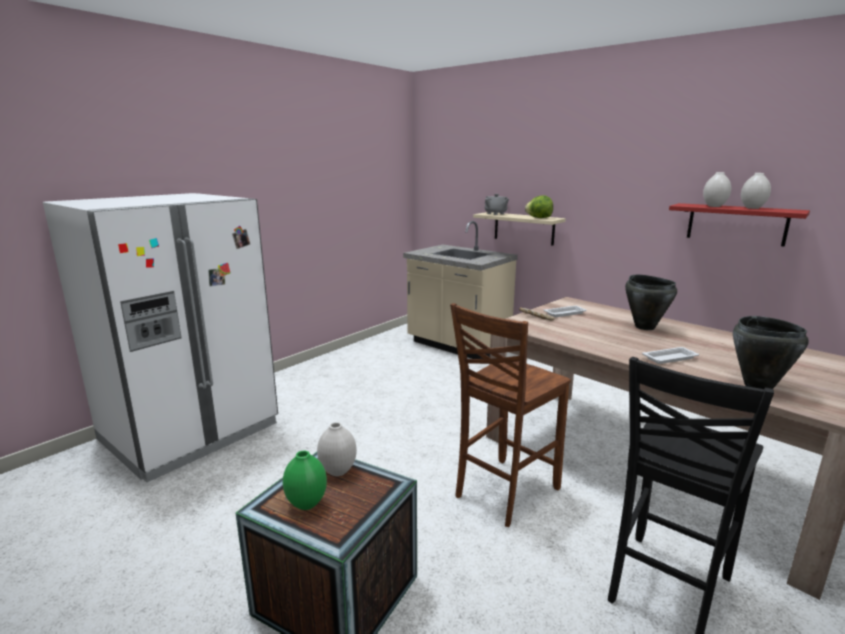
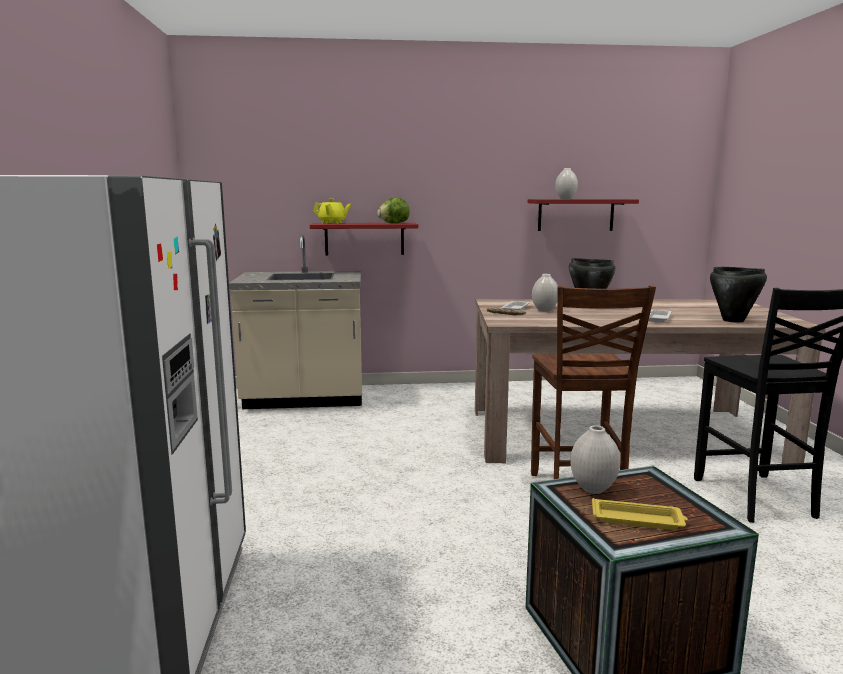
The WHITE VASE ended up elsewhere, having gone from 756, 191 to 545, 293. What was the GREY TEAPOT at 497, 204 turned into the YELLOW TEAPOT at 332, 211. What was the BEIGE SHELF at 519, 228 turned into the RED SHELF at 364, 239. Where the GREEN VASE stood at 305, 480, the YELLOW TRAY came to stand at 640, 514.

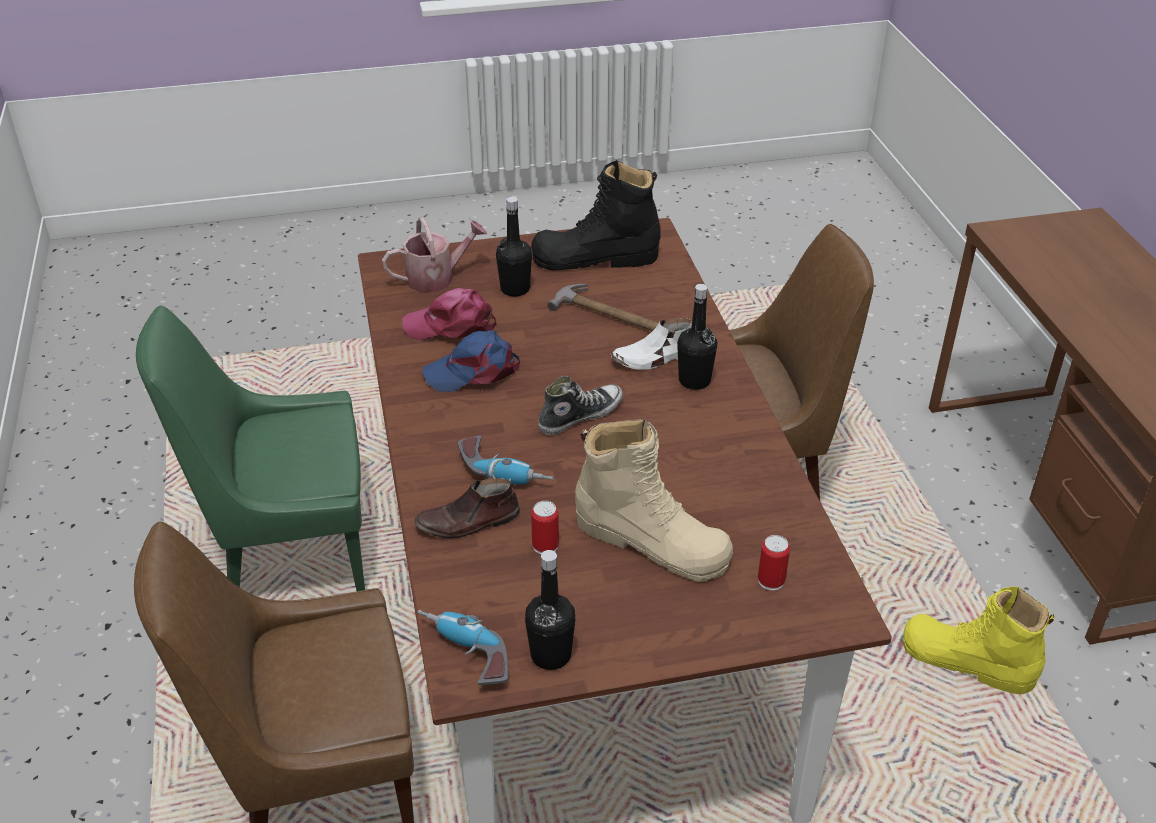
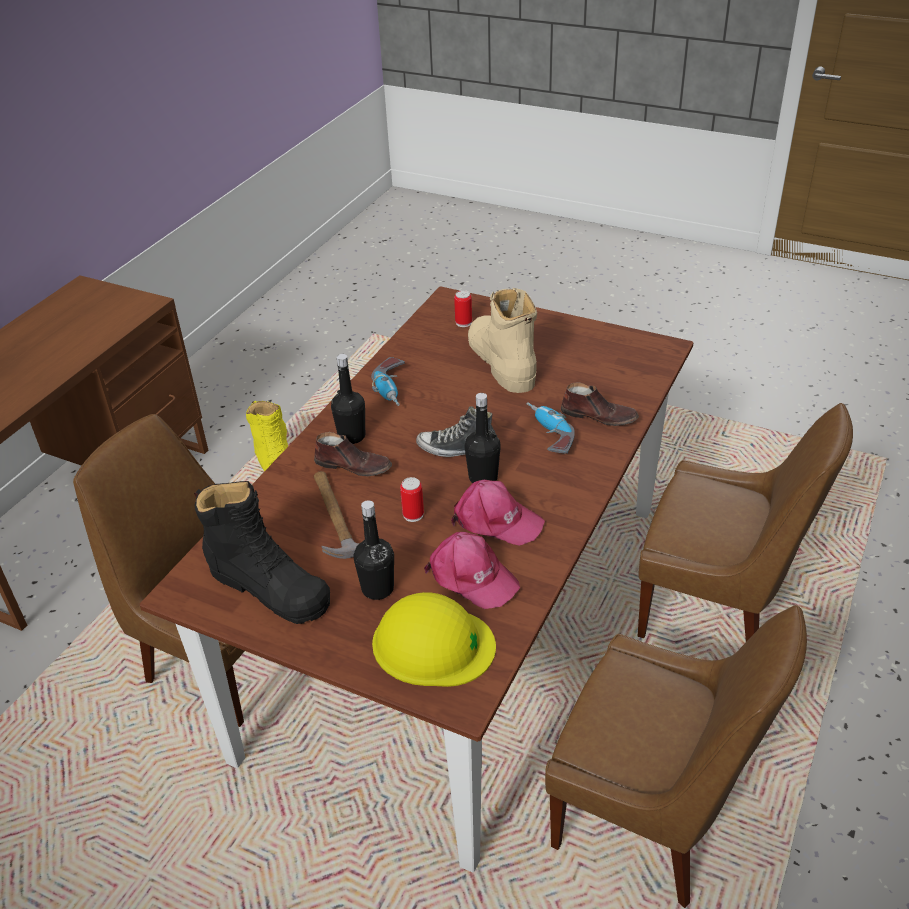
Where the WATERING CAN stood at 434, 255, the YELLOW HARD HAT came to stand at 434, 639. What was the GREEN CHAIR at 250, 448 turned into the BROWN CHAIR at 676, 756. What was the WHITE SHOE at 651, 344 turned into the BROWN SHOE at 353, 454. What was the BLUE CAP at 471, 361 turned into the PINK CAP at 498, 513. The CAN ended up elsewhere, having gone from 545, 527 to 412, 499. The BLACK BOTTLE ended up elsewhere, having gone from 550, 610 to 483, 438. The POWER DRILL ended up elsewhere, having gone from 462, 647 to 388, 381.

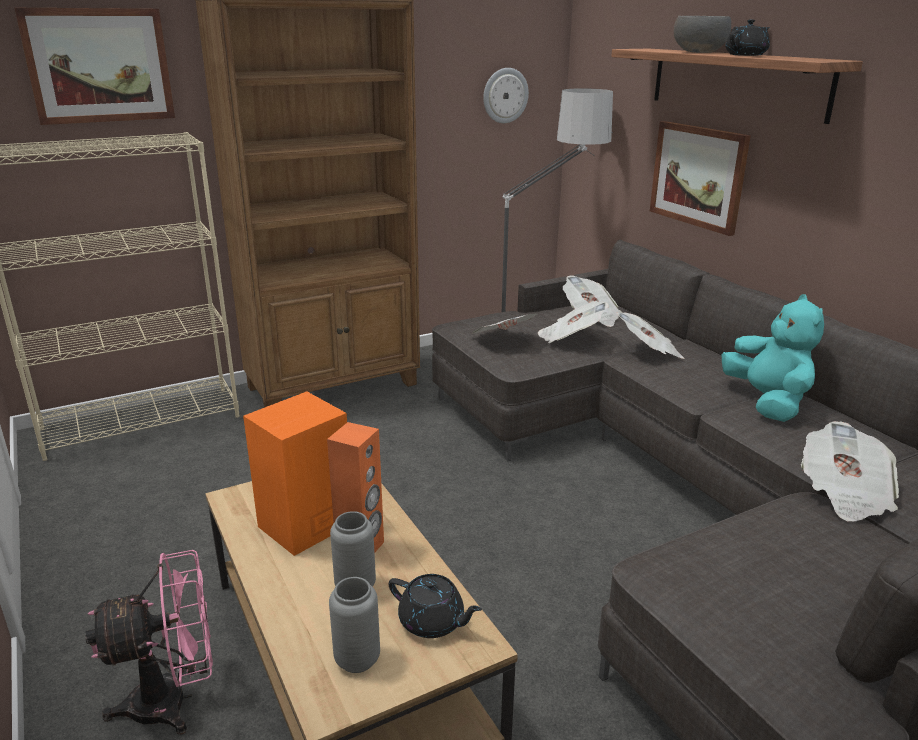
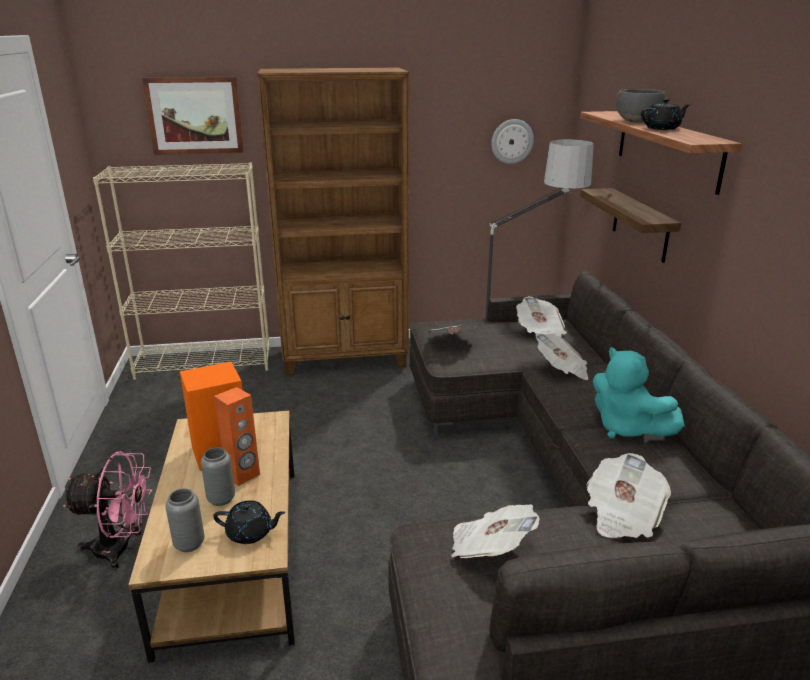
Where the PICTURE hung at 700, 178, the SHELF came to hang at 630, 225. The TURQUOISE PLUSH TOY at 773, 358 ended up facing another way, 135 degrees clockwise from before. The NEWSPAPER ended up elsewhere, having gone from 573, 322 to 495, 531. The BLACK TEAPOT at 435, 606 ended up facing another way, 45 degrees counterclockwise from before.

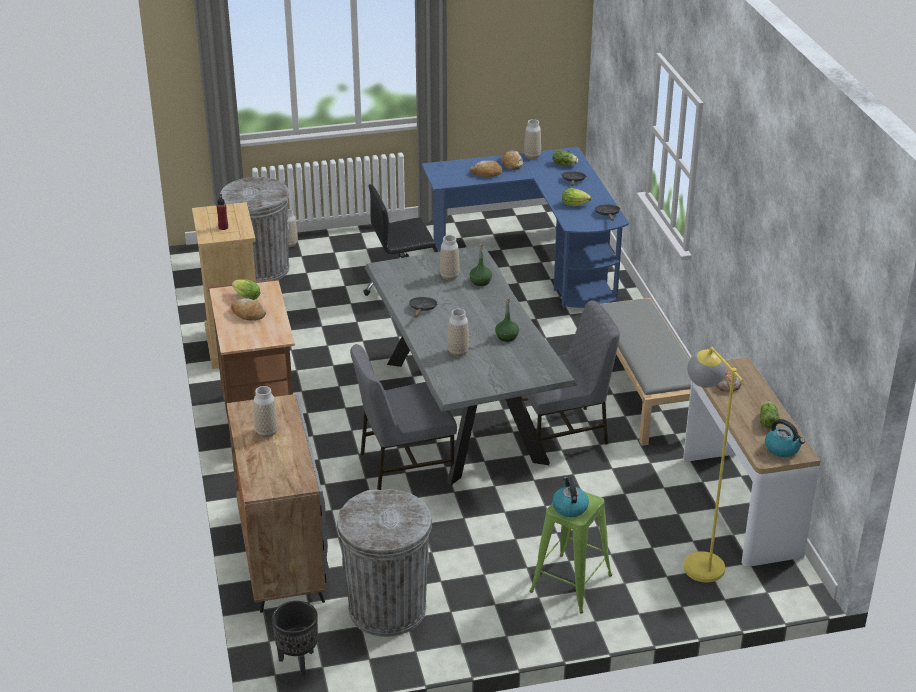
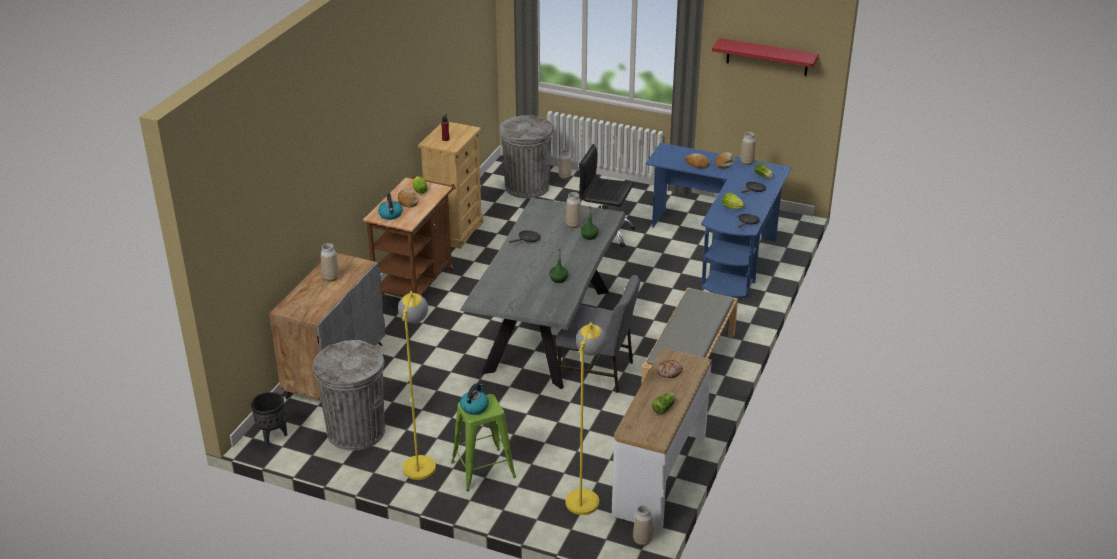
The VASE ended up elsewhere, having gone from 458, 332 to 643, 525. The second view lost the GREY CHAIR at 403, 417. The KETTLE ended up elsewhere, having gone from 785, 438 to 390, 206. The second view gained the RED SHELF at 765, 57. The second view gained the YELLOW FLOOR LAMP at 417, 385.

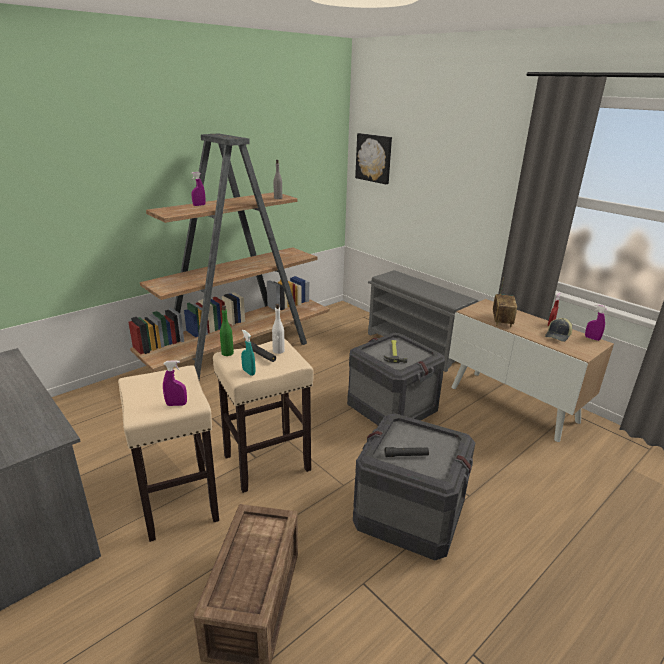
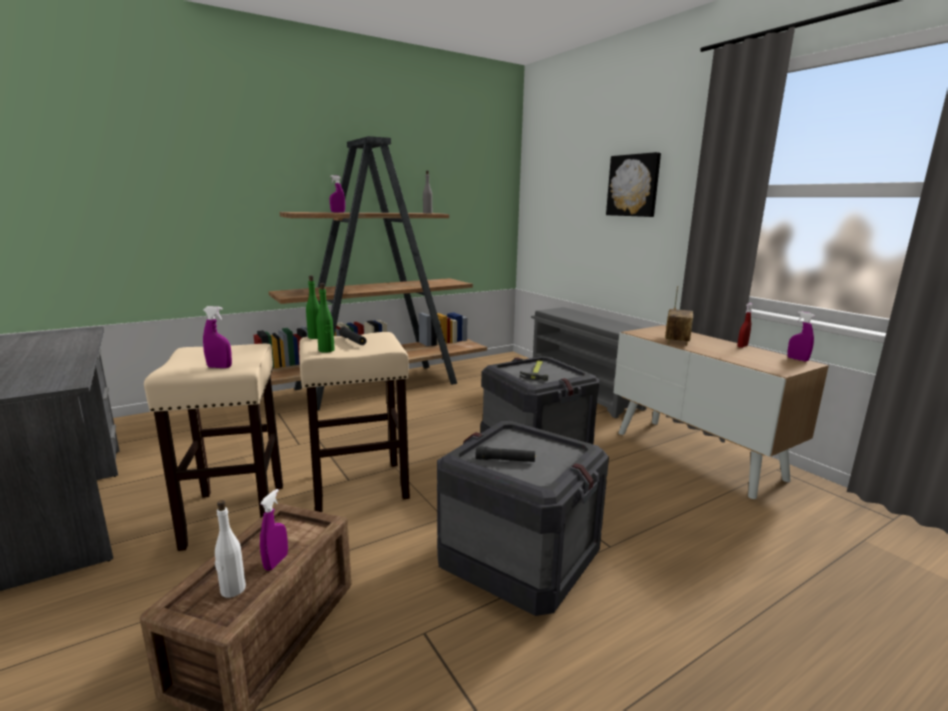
The PICTURE ended up elsewhere, having gone from 373, 158 to 633, 184. The WHITE BOTTLE ended up elsewhere, having gone from 278, 329 to 230, 549. The second view lost the CAP at 558, 330. Where the TURQUOISE SPRAY BOTTLE stood at 248, 353, the GREEN BOTTLE came to stand at 325, 318. The second view gained the PURPLE SPRAY BOTTLE at 274, 530.

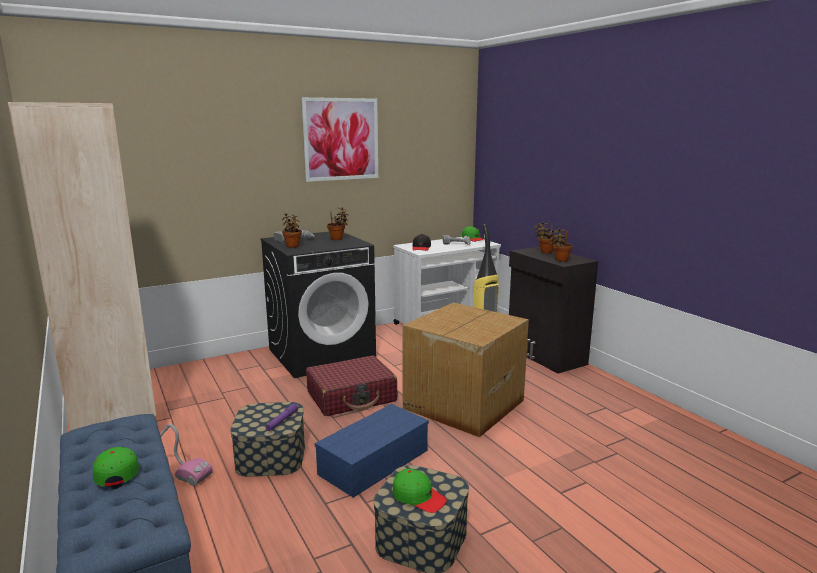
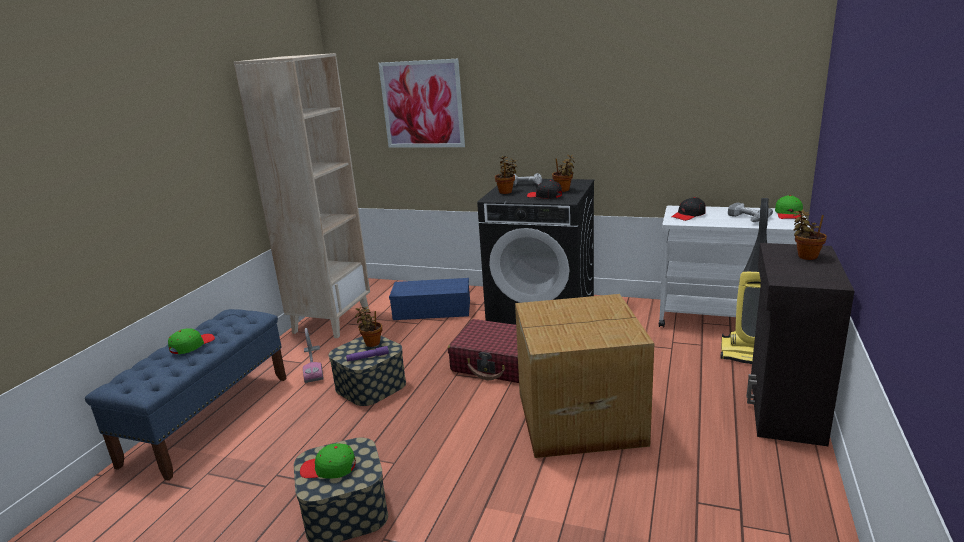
The PICTURE ended up elsewhere, having gone from 339, 139 to 421, 103. The POTTED PLANT ended up elsewhere, having gone from 560, 245 to 368, 326. The BLUE STORAGE BOX ended up elsewhere, having gone from 372, 451 to 429, 299. The GREEN CAP at 420, 491 ended up facing another way, 105 degrees clockwise from before. The second view gained the BLACK CAP at 544, 189.

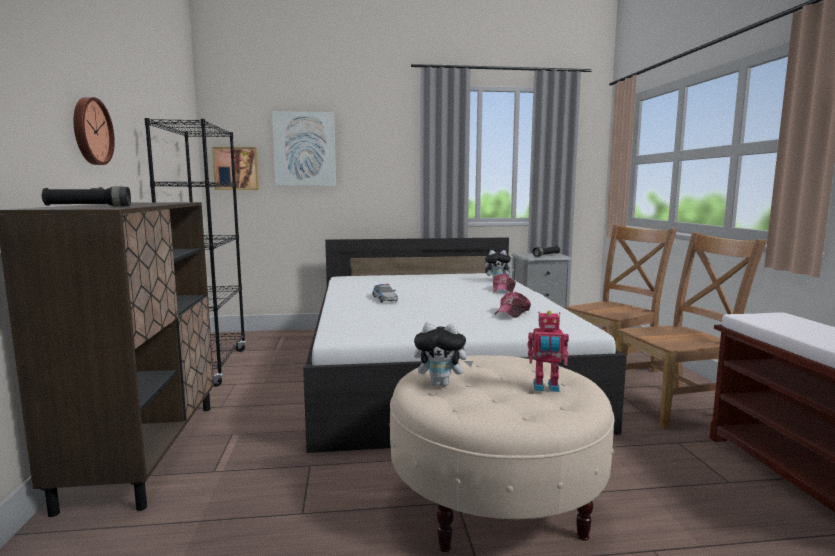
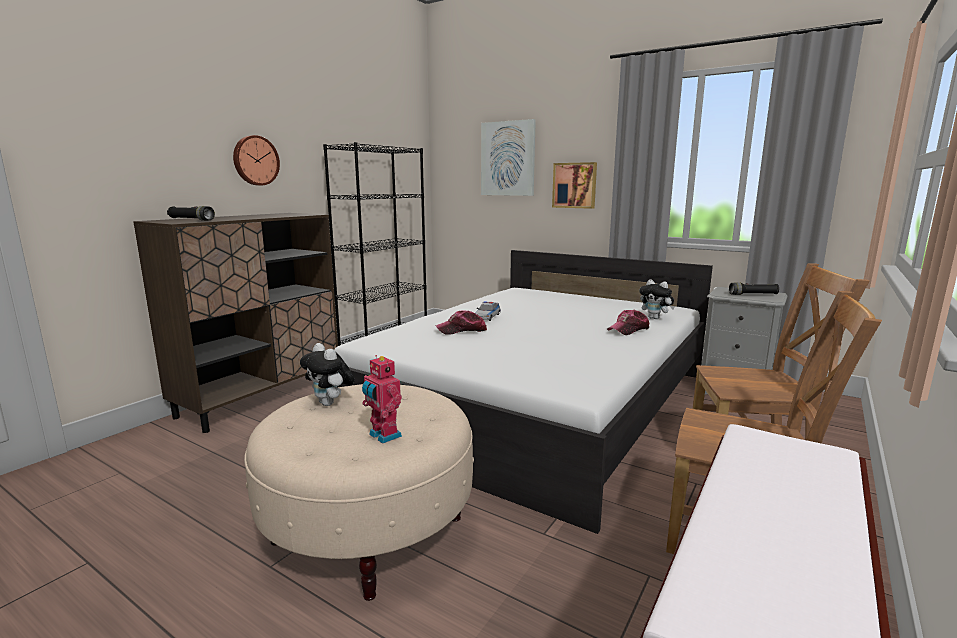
The PICTURE ended up elsewhere, having gone from 235, 168 to 574, 185. The CAP ended up elsewhere, having gone from 513, 305 to 461, 322.

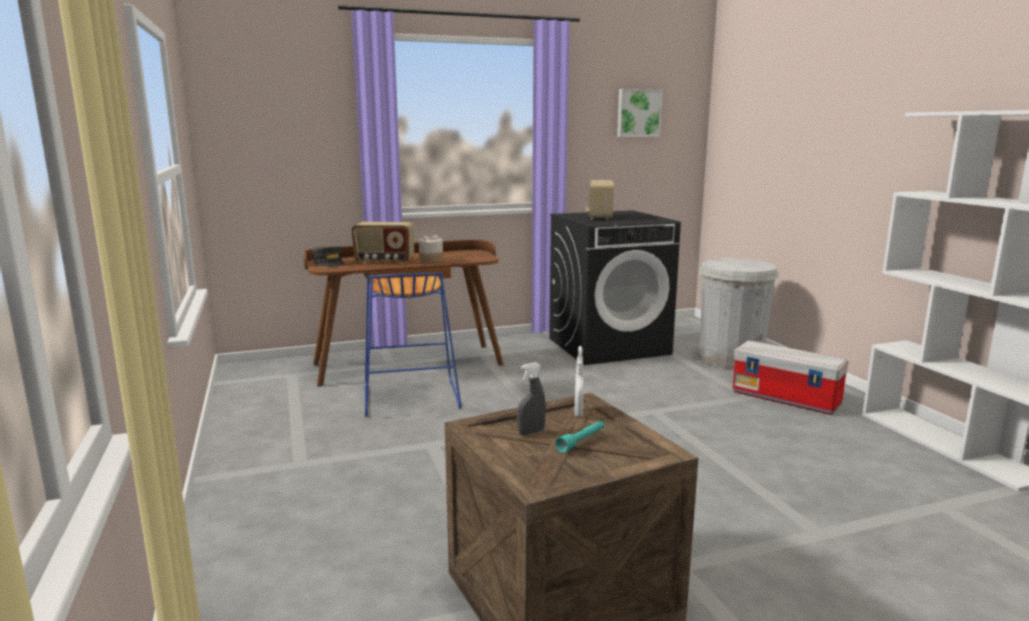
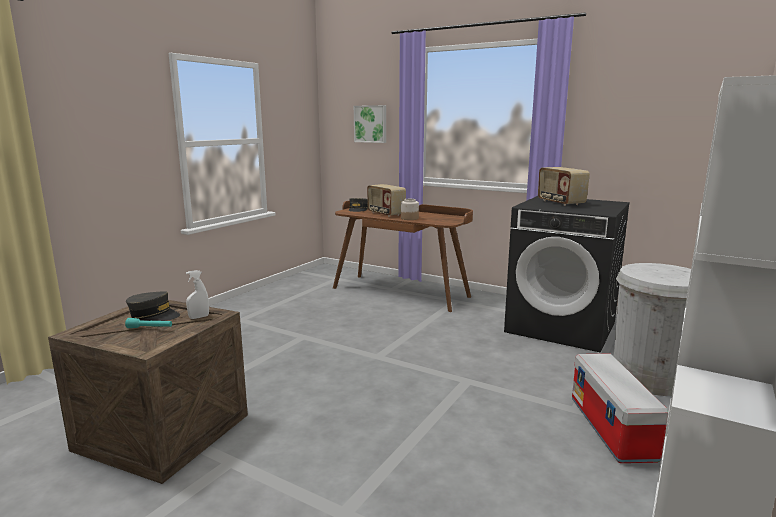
The PICTURE ended up elsewhere, having gone from 640, 113 to 370, 124. The RADIO at 600, 200 ended up facing another way, 75 degrees counterclockwise from before. The second view lost the BLUE STOOL at 413, 344. Where the GREY SPRAY BOTTLE stood at 531, 399, the GREY CAP came to stand at 153, 306.

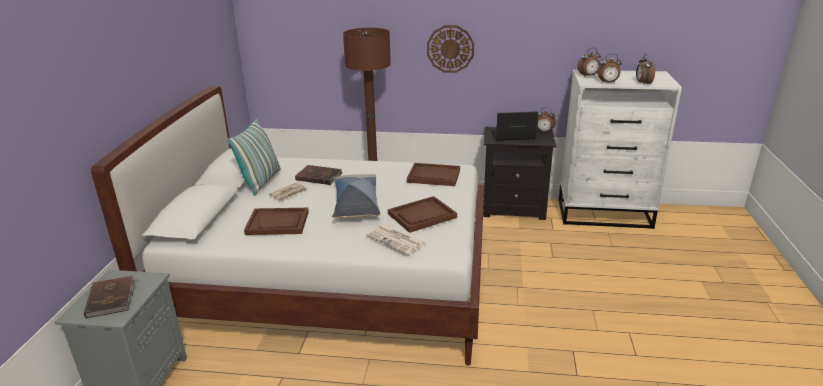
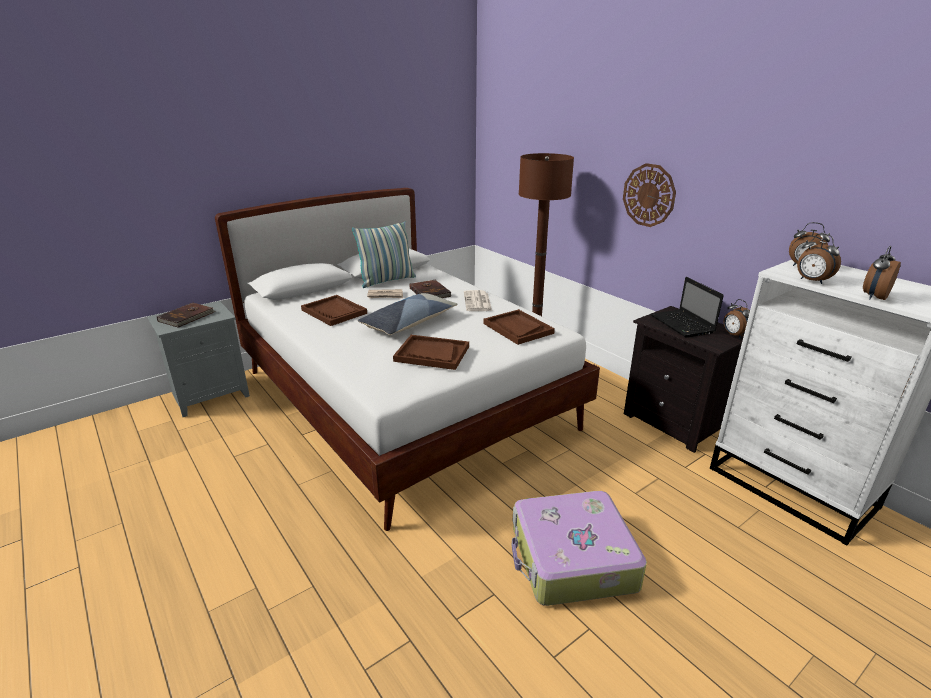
The LAPTOP at 514, 126 ended up facing another way, 150 degrees counterclockwise from before. The NEWSPAPER ended up elsewhere, having gone from 396, 240 to 478, 300. The second view gained the SUITCASE at 579, 548.

